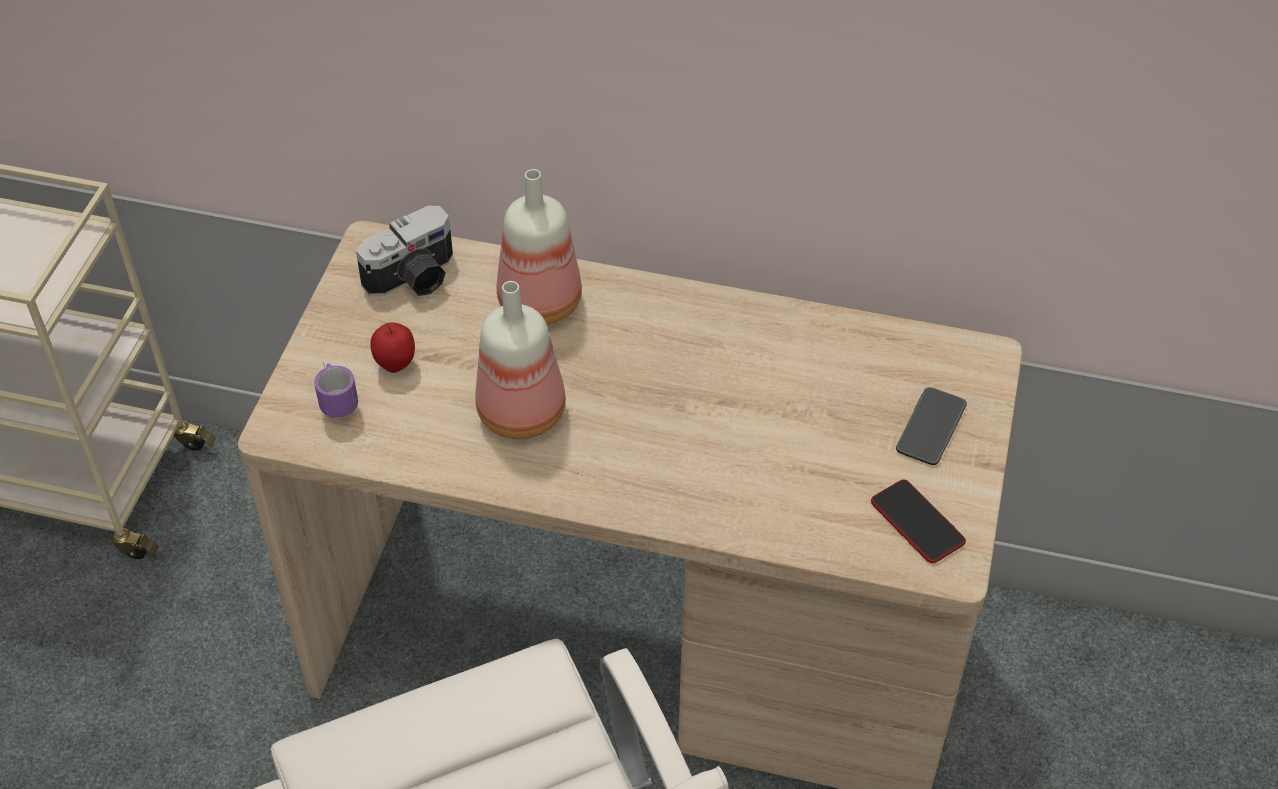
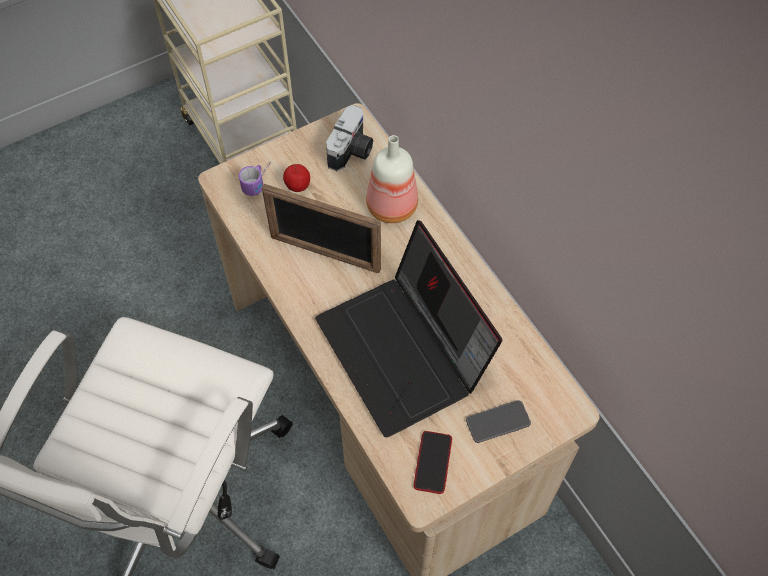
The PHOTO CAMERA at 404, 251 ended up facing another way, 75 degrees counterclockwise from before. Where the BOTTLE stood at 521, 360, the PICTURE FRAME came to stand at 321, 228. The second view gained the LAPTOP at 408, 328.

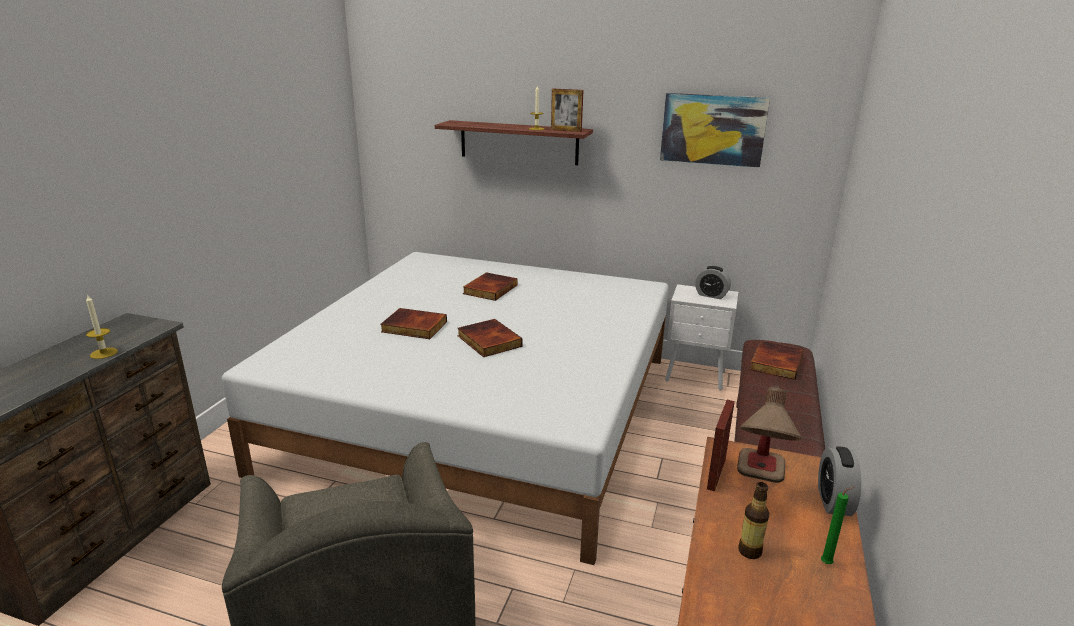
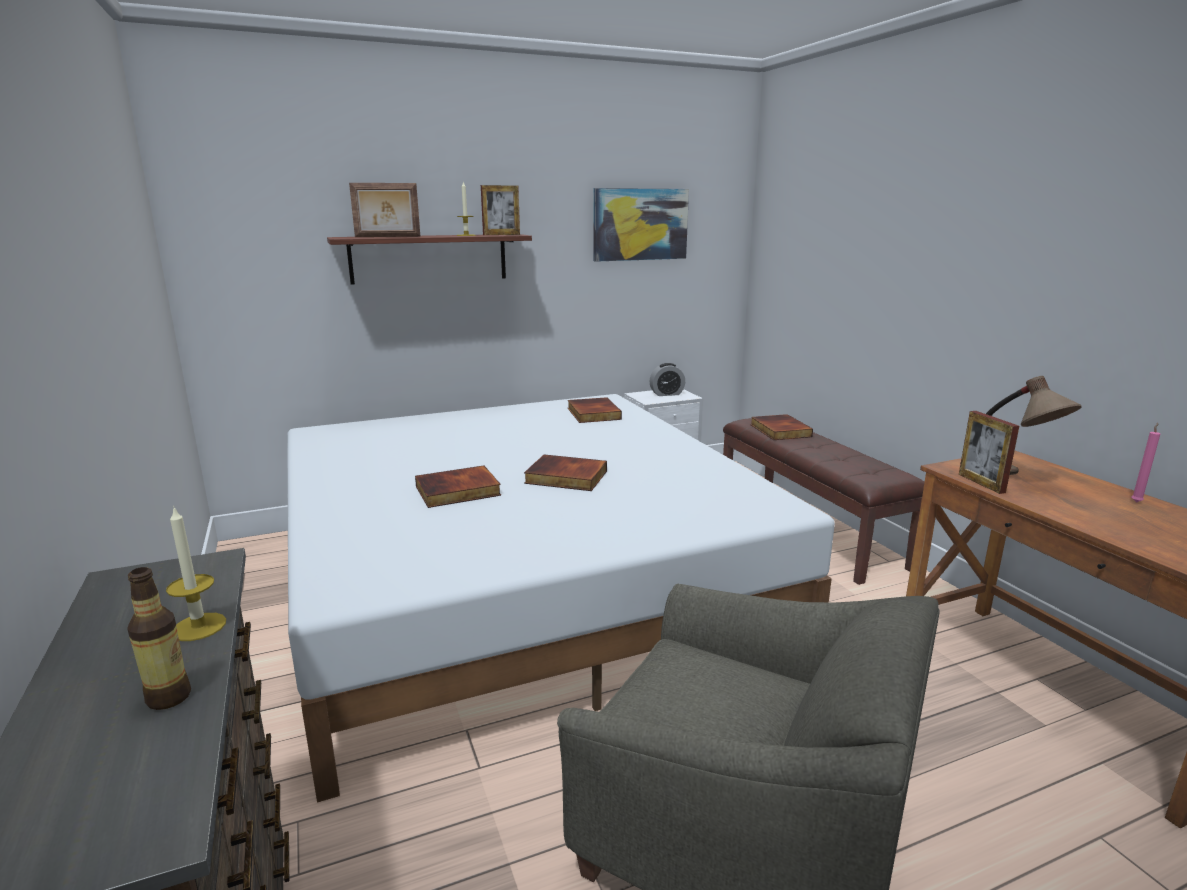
The BOOK ended up elsewhere, having gone from 490, 286 to 595, 410. The second view lost the ALARM CLOCK at 839, 481. The BOTTLE ended up elsewhere, having gone from 754, 520 to 159, 638. What was the GREEN CANDLE at 838, 525 turned into the PINK CANDLE at 1145, 463. The second view gained the PICTURE FRAME at 384, 210.

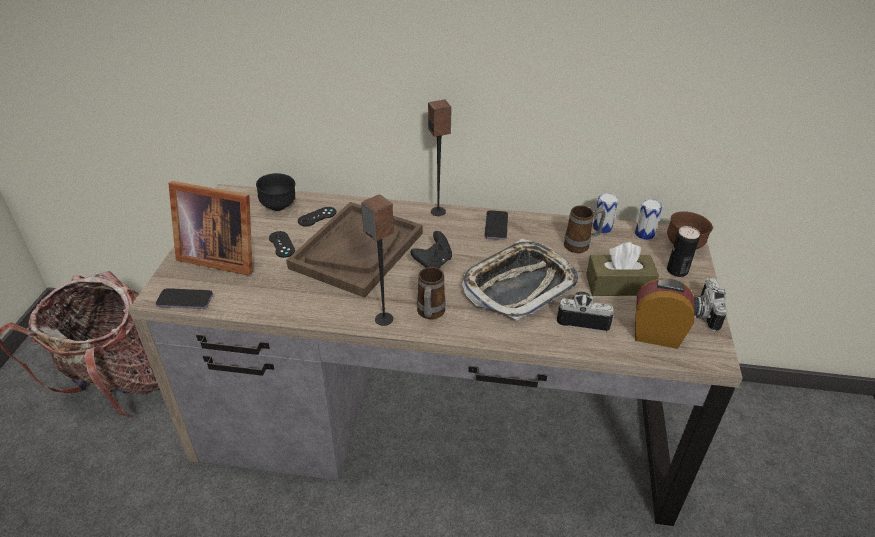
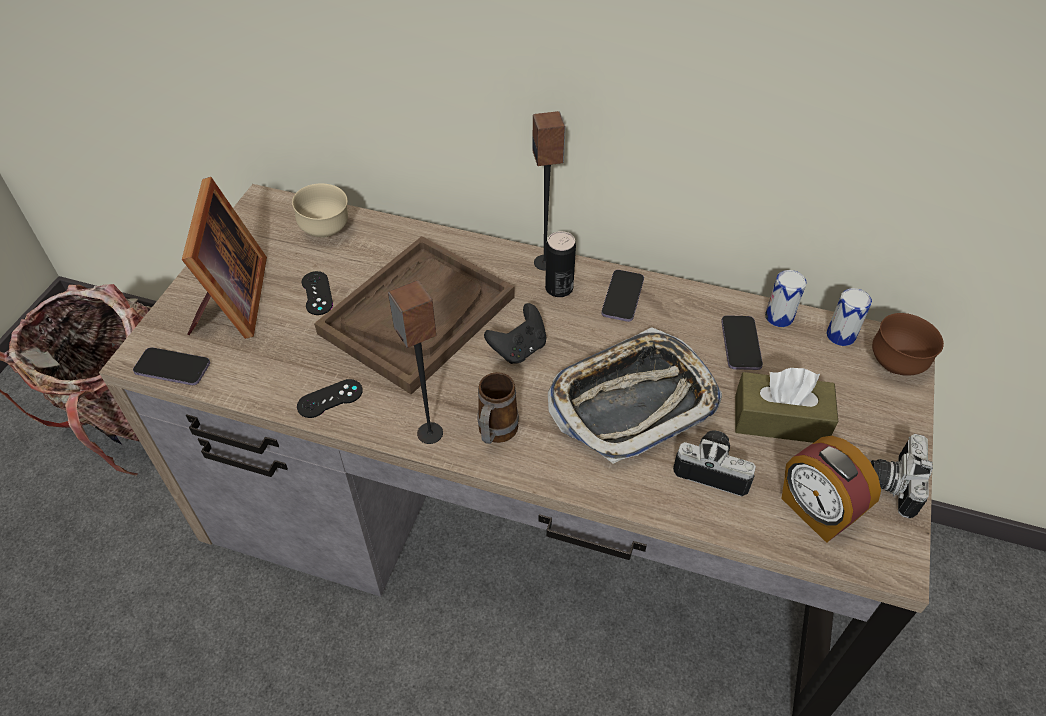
What was the BLACK BOWL at 275, 192 turned into the BEIGE BOWL at 320, 210. The PICTURE FRAME at 210, 228 ended up facing another way, 120 degrees counterclockwise from before. Where the MUG stood at 585, 229, the PHONE came to stand at 742, 342. The BLACK GAME CONTROLLER ended up elsewhere, having gone from 317, 217 to 330, 398. The CAN ended up elsewhere, having gone from 683, 251 to 560, 264. The ALARM CLOCK at 664, 313 ended up facing another way, 150 degrees counterclockwise from before.

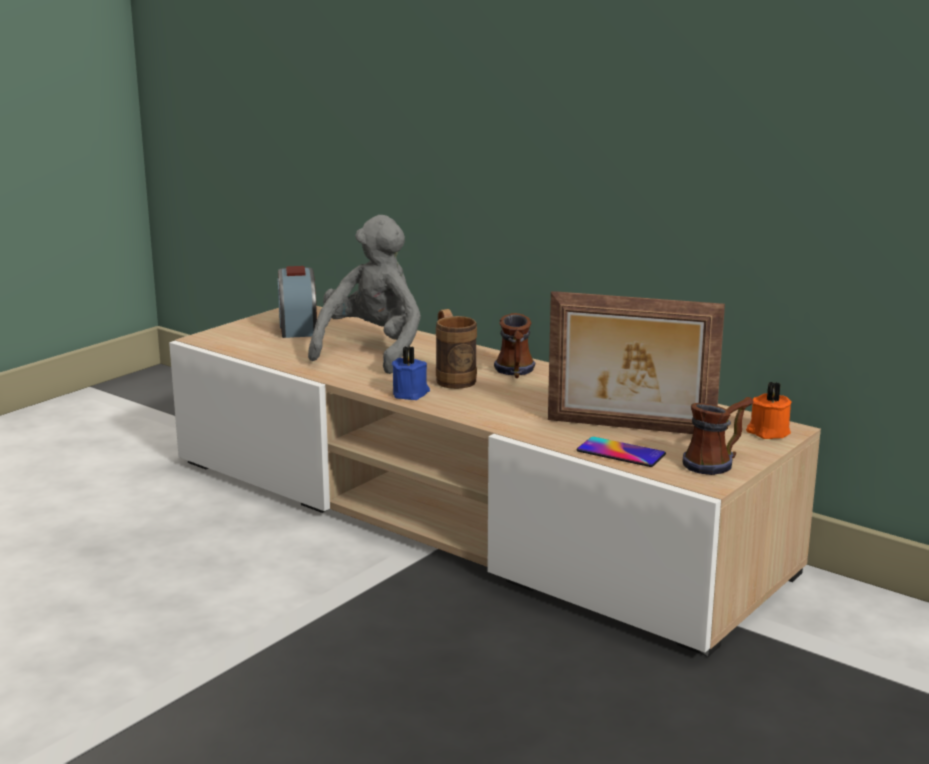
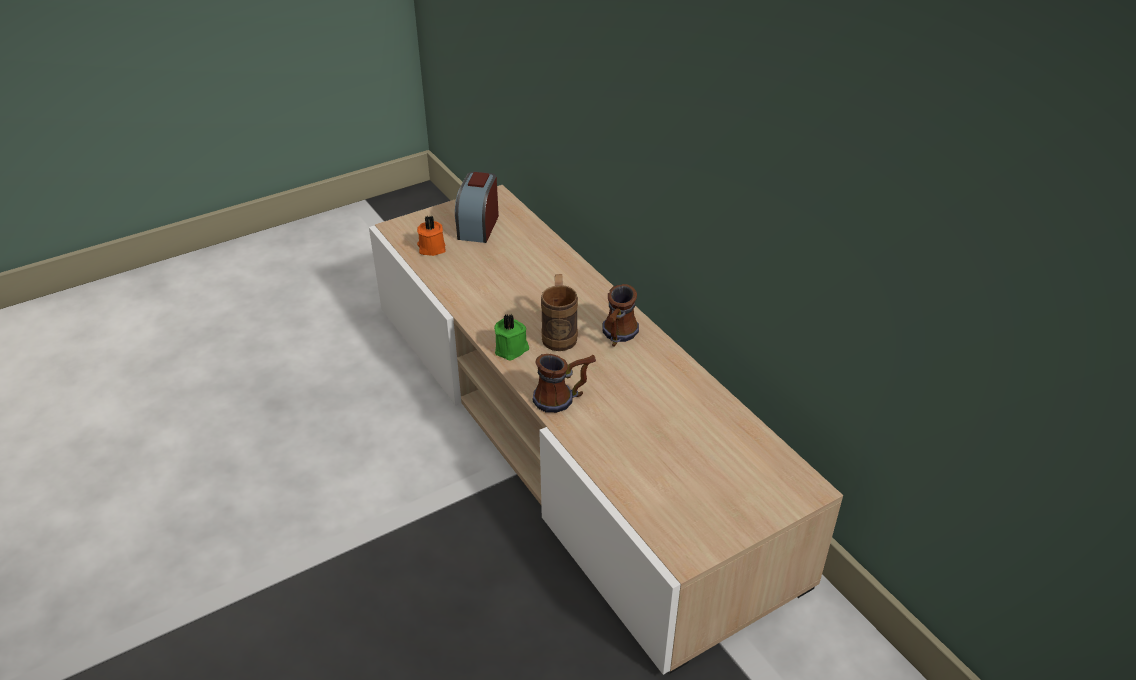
The second view lost the GREY PLUSH TOY at 364, 294. The second view lost the PICTURE FRAME at 636, 362. What was the BLUE CANDLE at 411, 373 turned into the GREEN CANDLE at 511, 337. The ORANGE CANDLE ended up elsewhere, having gone from 769, 410 to 431, 235. The MUG ended up elsewhere, having gone from 717, 436 to 564, 383. The second view lost the PHONE at 621, 452.

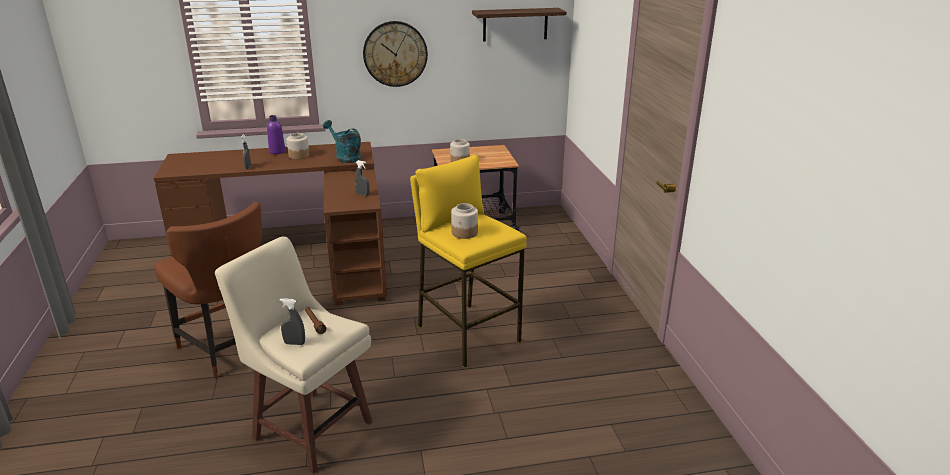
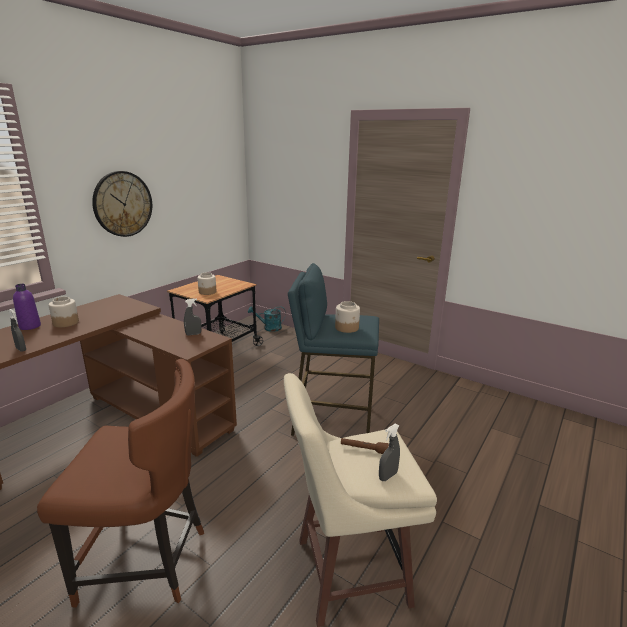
The second view lost the SHELF at 519, 25. The TURQUOISE WATERING CAN ended up elsewhere, having gone from 342, 141 to 267, 319. What was the YELLOW STOOL at 468, 261 turned into the BLUE STOOL at 333, 349.

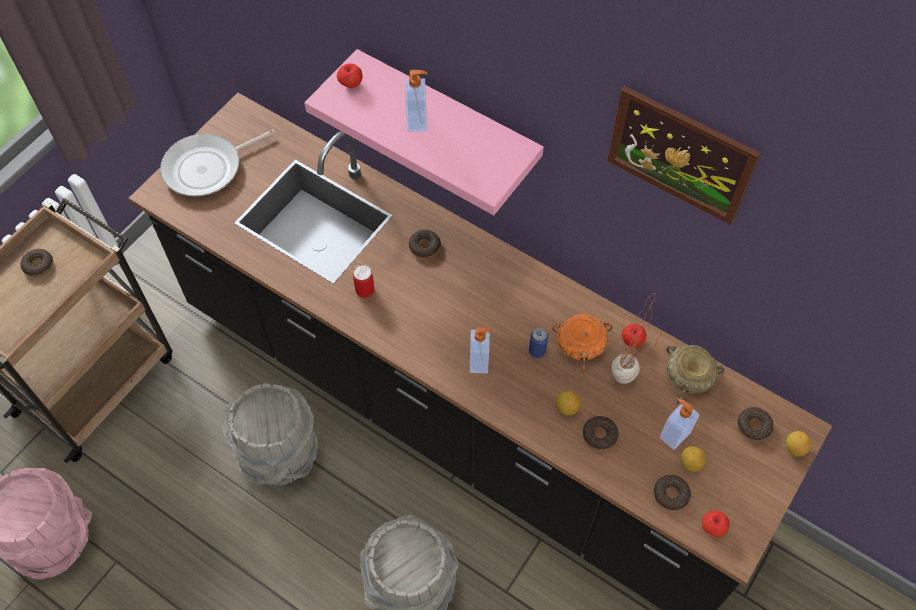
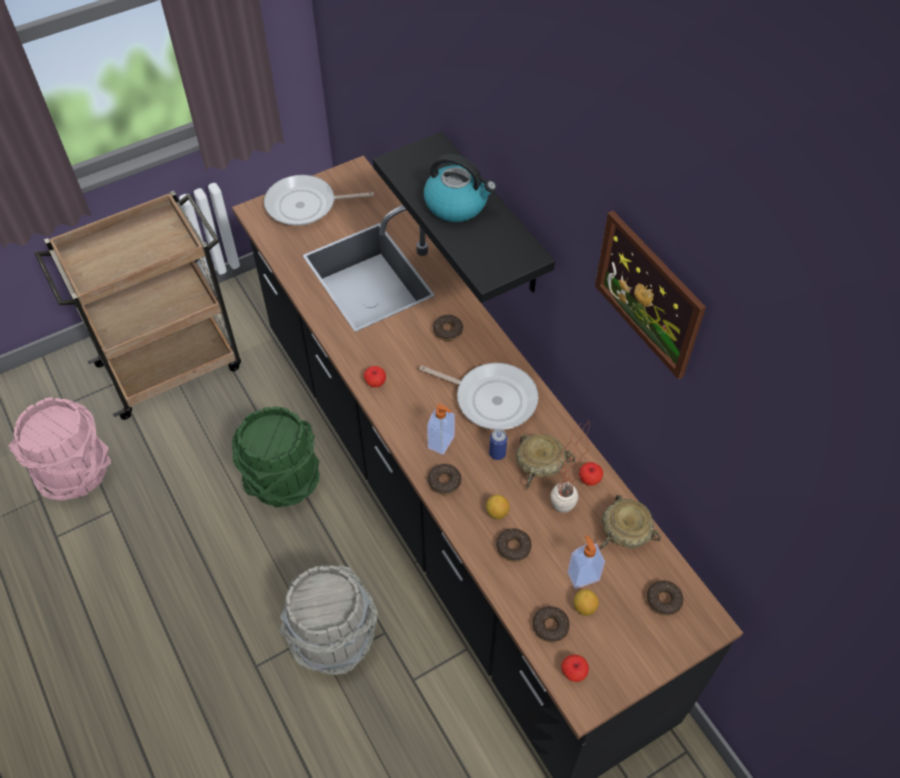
What was the PINK SHELF at 424, 132 turned into the BLACK SHELF at 464, 217. The APPLE ended up elsewhere, having gone from 350, 75 to 375, 377. Where the SOAP DISPENSER stood at 416, 101, the KETTLE came to stand at 460, 188. The DONUT ended up elsewhere, having gone from 37, 263 to 444, 479. The second view lost the CAN at 364, 281. What was the ORANGE BOWL at 581, 344 turned into the BEIGE BOWL at 546, 462. What was the GREY BUCKET at 270, 434 turned into the GREEN BUCKET at 276, 456. The second view lost the LEMON at 799, 444. The second view gained the FRYING PAN at 478, 396.

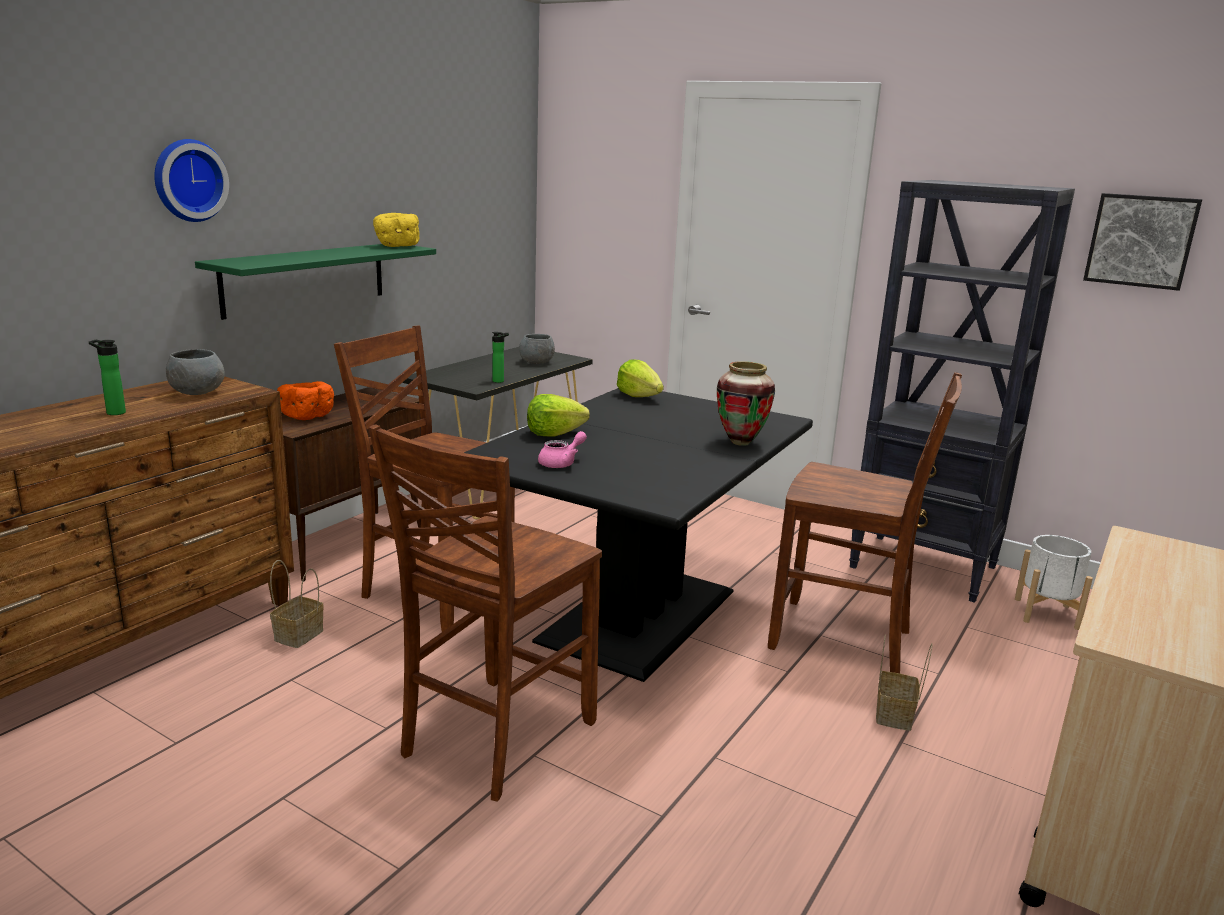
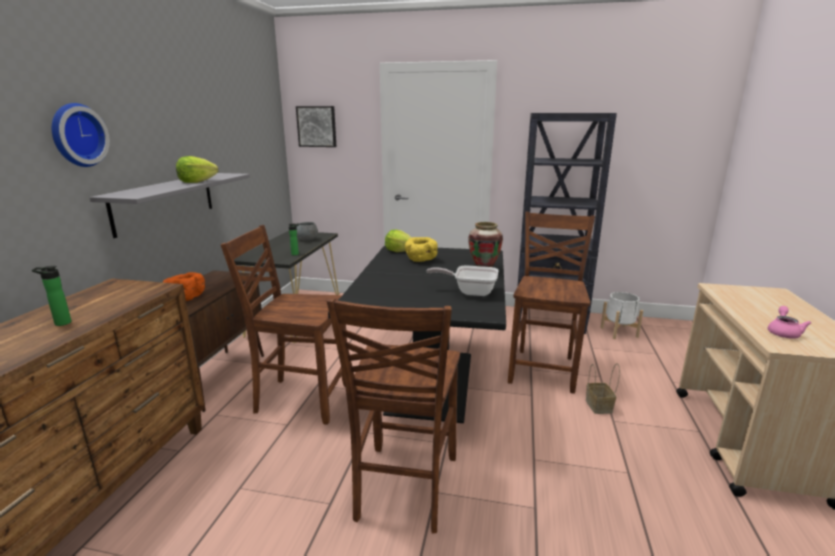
The PICTURE ended up elsewhere, having gone from 1142, 242 to 316, 126. The YELLOW BOWL ended up elsewhere, having gone from 396, 230 to 421, 249. What was the GREEN SHELF at 315, 282 turned into the GREY SHELF at 169, 205. The second view lost the GREY BOWL at 195, 372. The BROWN CHAIR at 865, 522 ended up facing another way, 75 degrees counterclockwise from before. The LETTUCE ended up elsewhere, having gone from 558, 415 to 197, 169. The PINK TEAPOT ended up elsewhere, having gone from 562, 449 to 789, 322. The second view lost the BASKET at 297, 604. The second view gained the FRYING PAN at 463, 281.

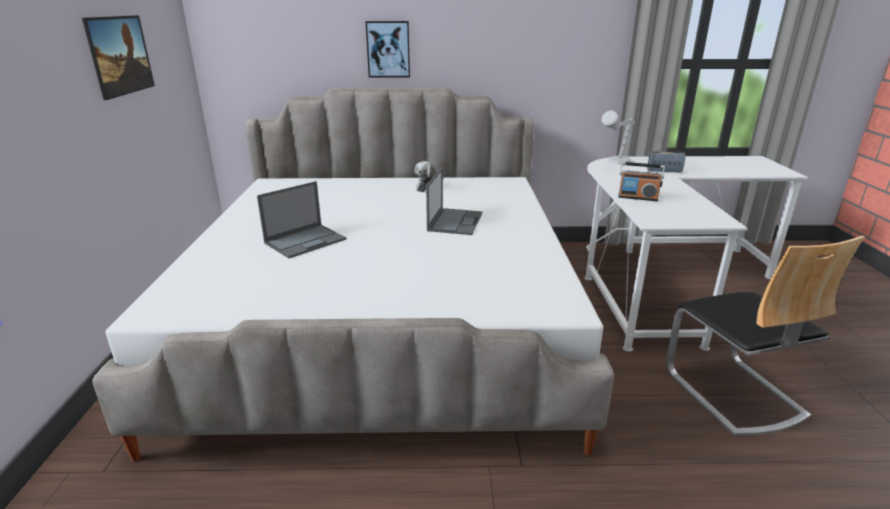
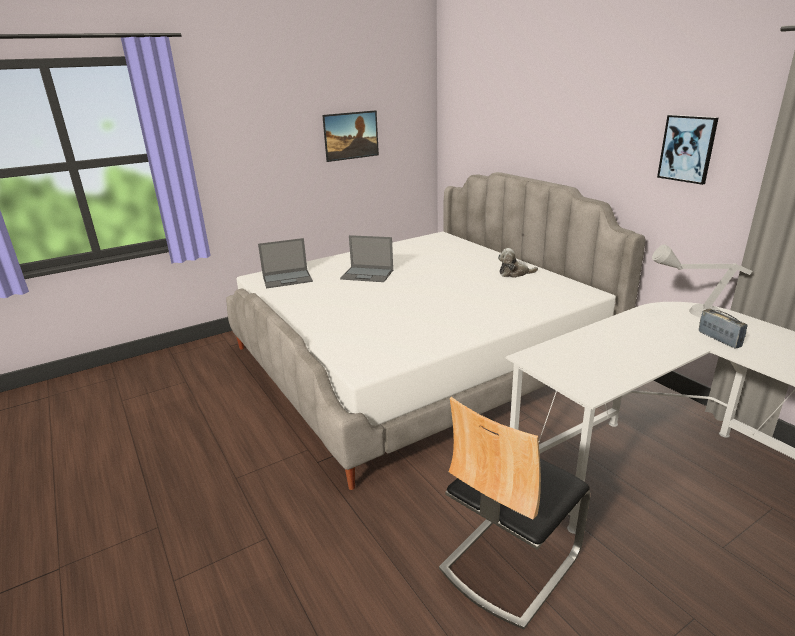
The PICTURE ended up elsewhere, having gone from 388, 49 to 687, 150. The second view lost the RADIO at 641, 181. The LAPTOP ended up elsewhere, having gone from 454, 201 to 285, 263.

